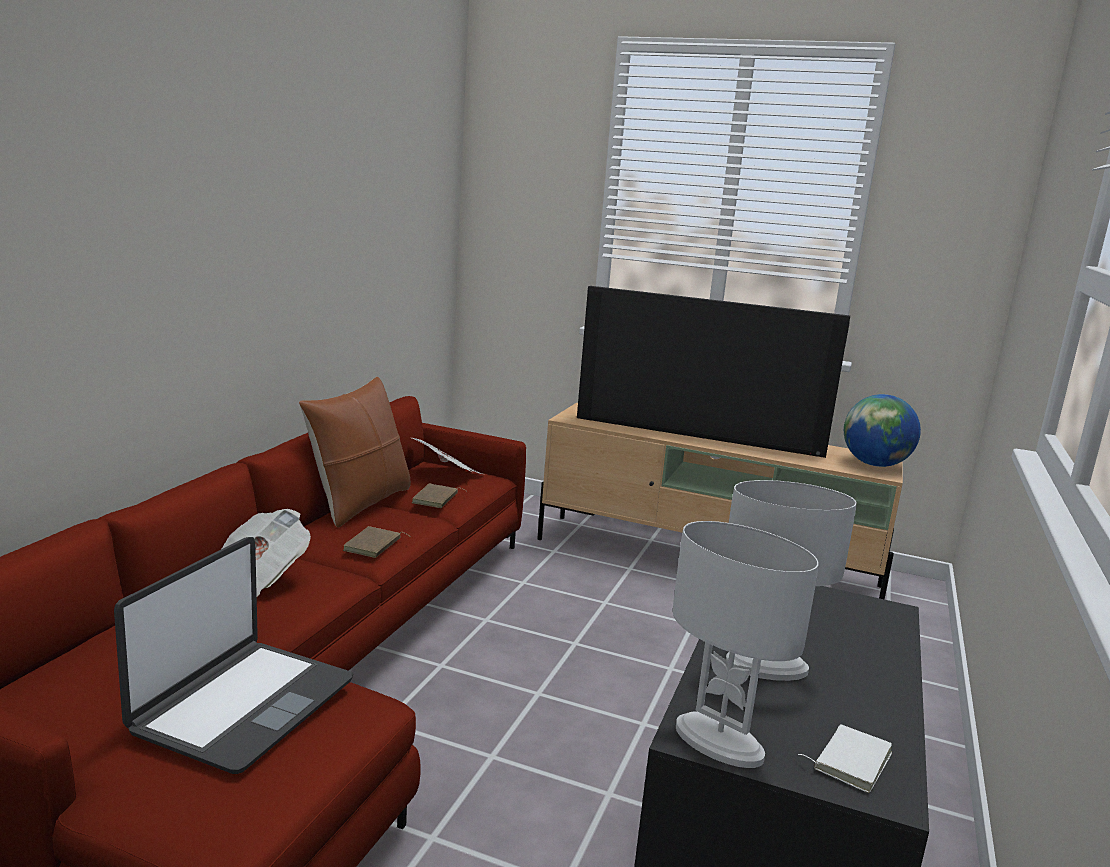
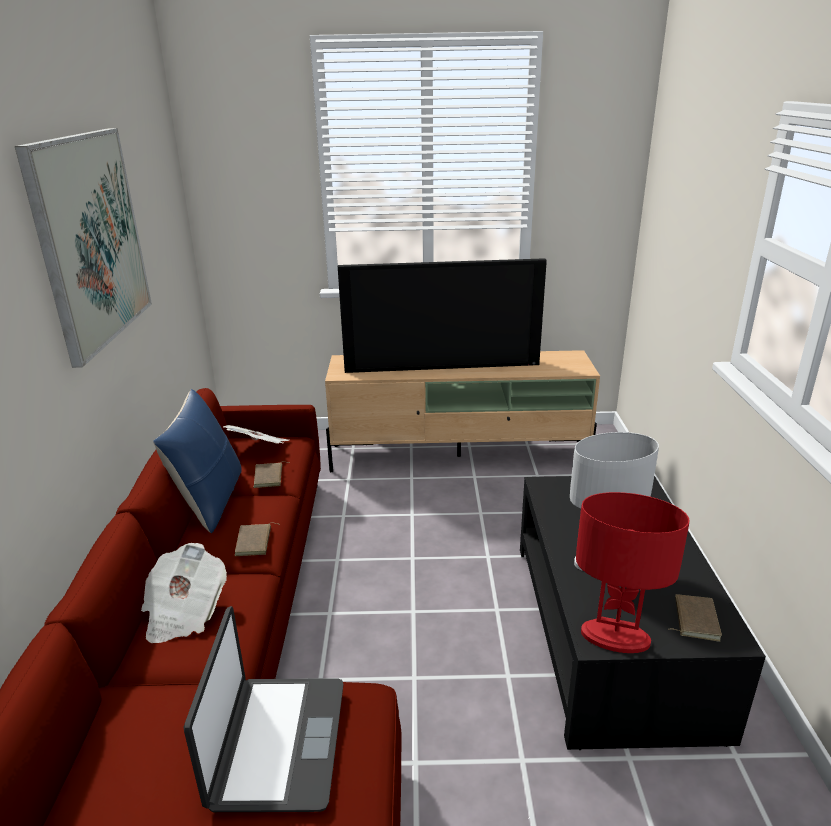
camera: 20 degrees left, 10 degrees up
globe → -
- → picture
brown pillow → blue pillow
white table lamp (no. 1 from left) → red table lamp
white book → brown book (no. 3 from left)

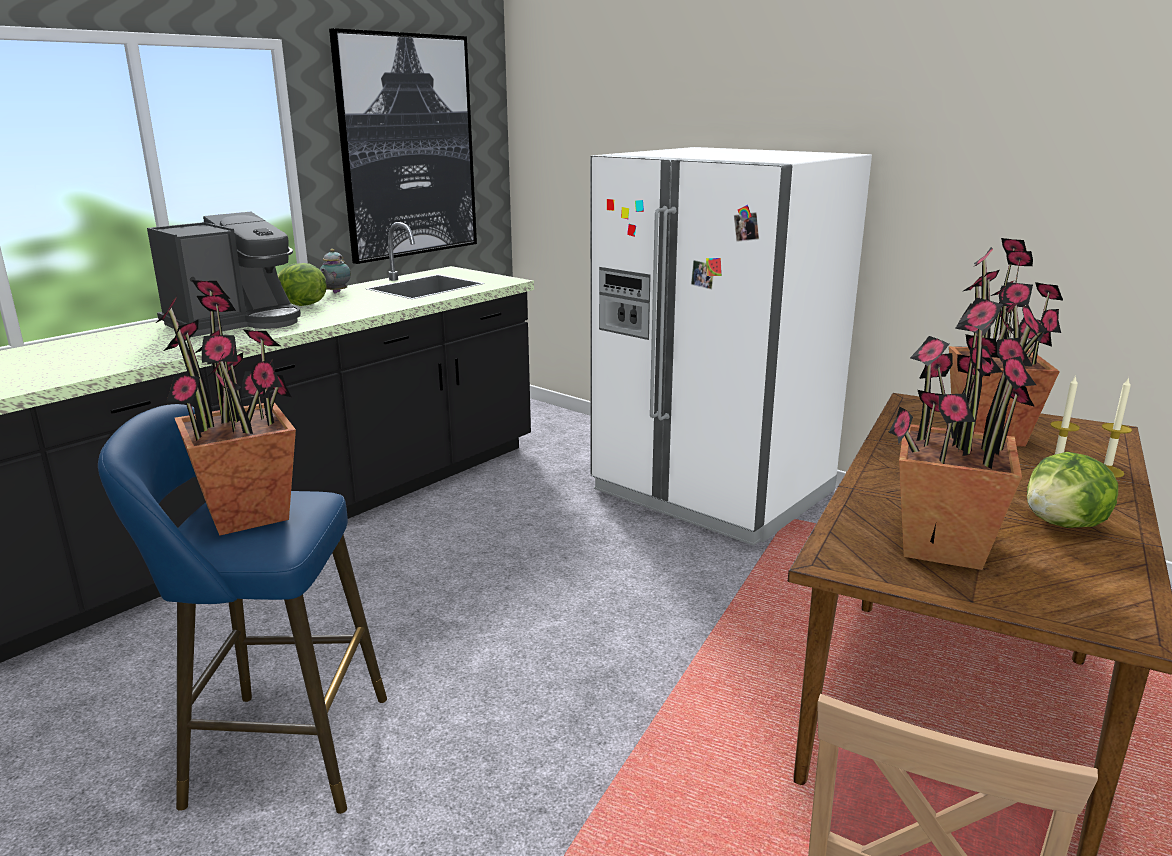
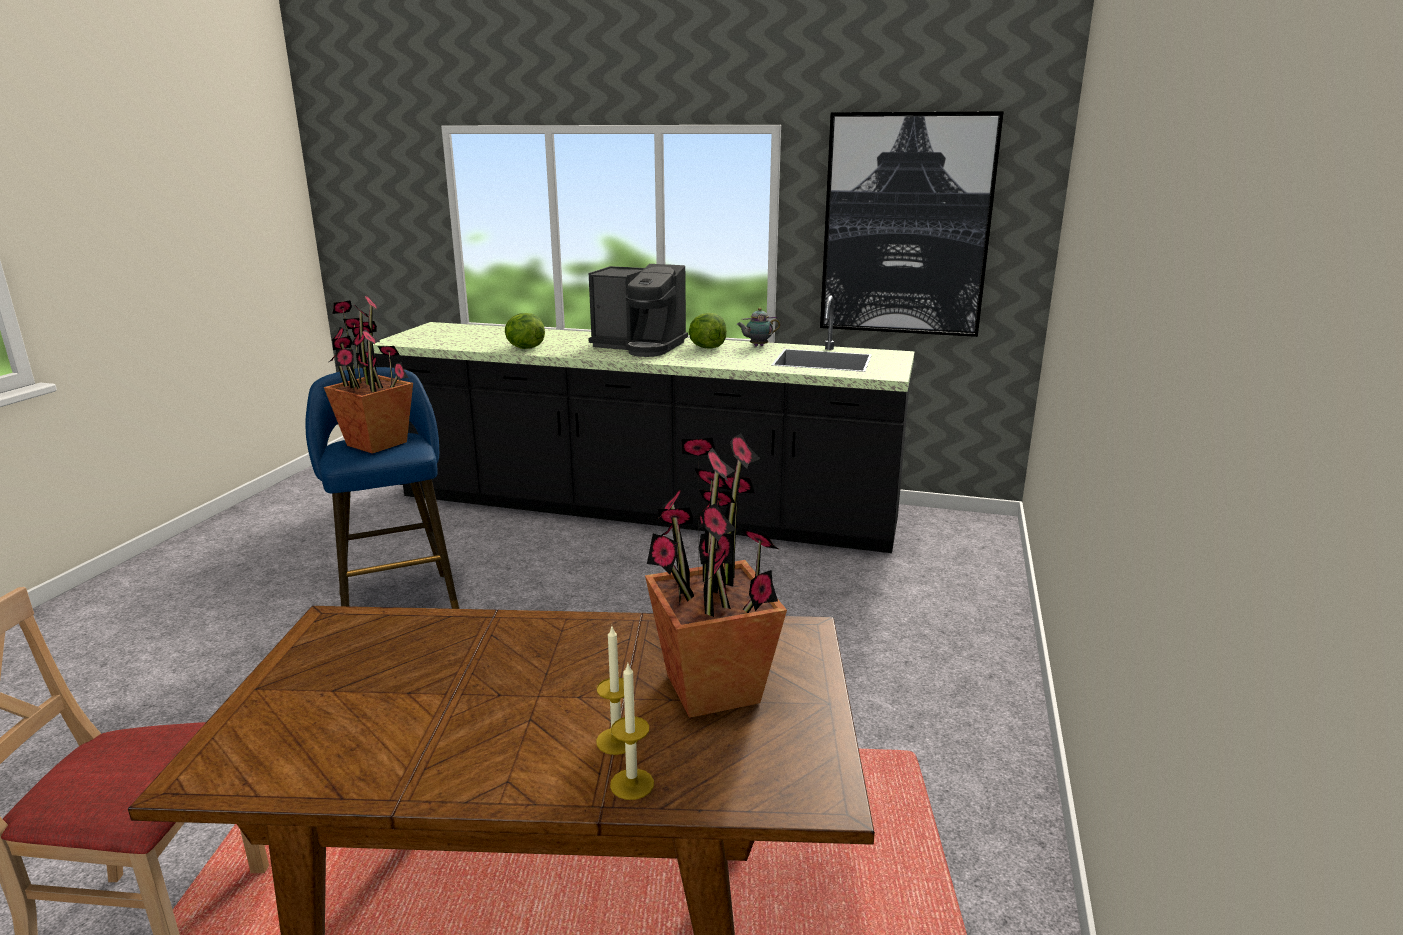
camera: 65 degrees right, 0 degrees up
white fridge → -
potted plant (no. 2 from left) → -
lettuce (no. 2 from left in the first image) → lettuce (no. 1 from left), relocated

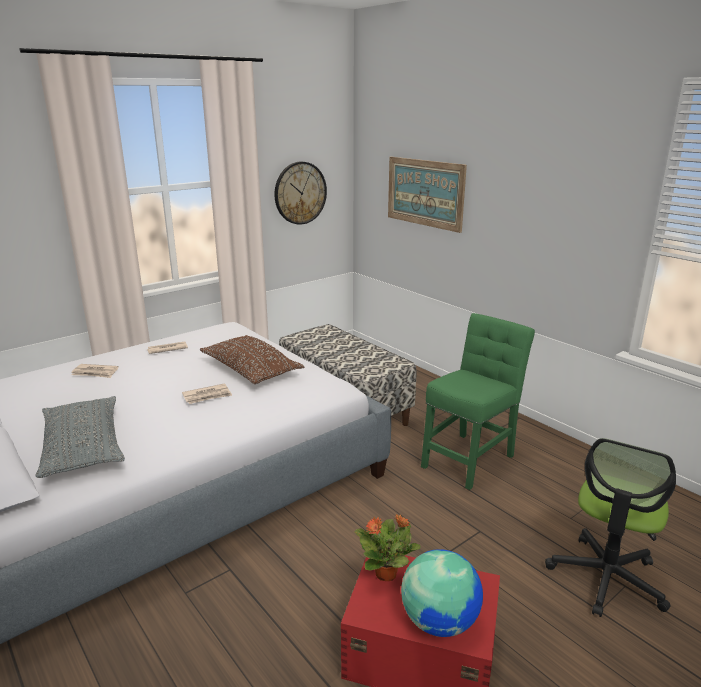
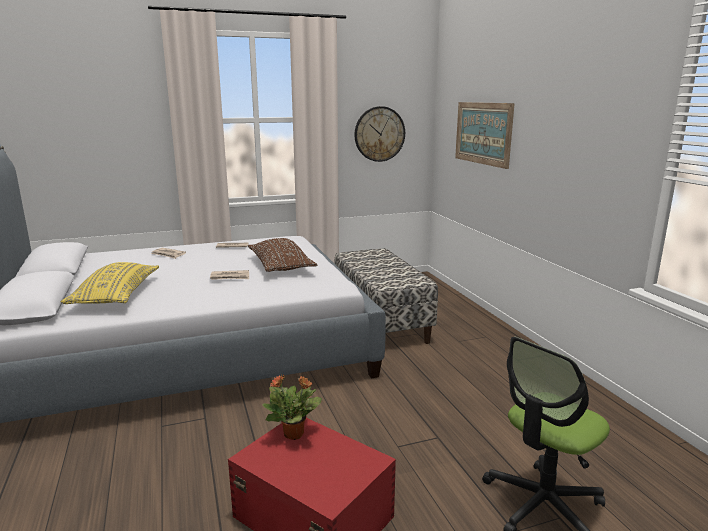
camera: 20 degrees right, 5 degrees down
globe → -
green chair → -
grey pillow → yellow pillow

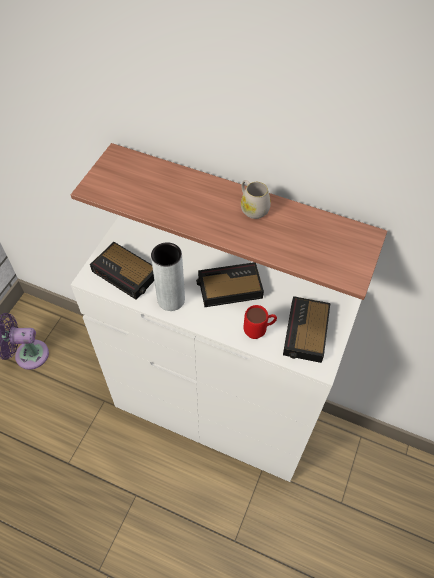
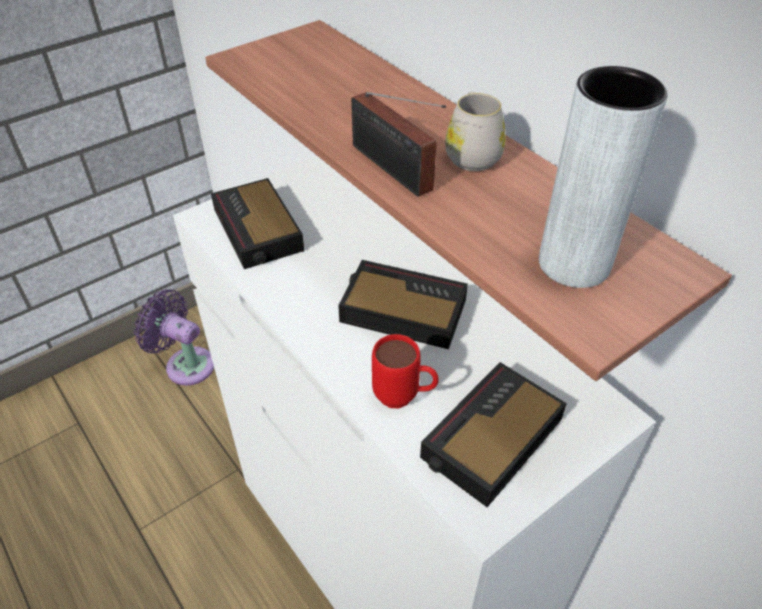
camera: 30 degrees right, 10 degrees down
- → radio
grey vase, relocated

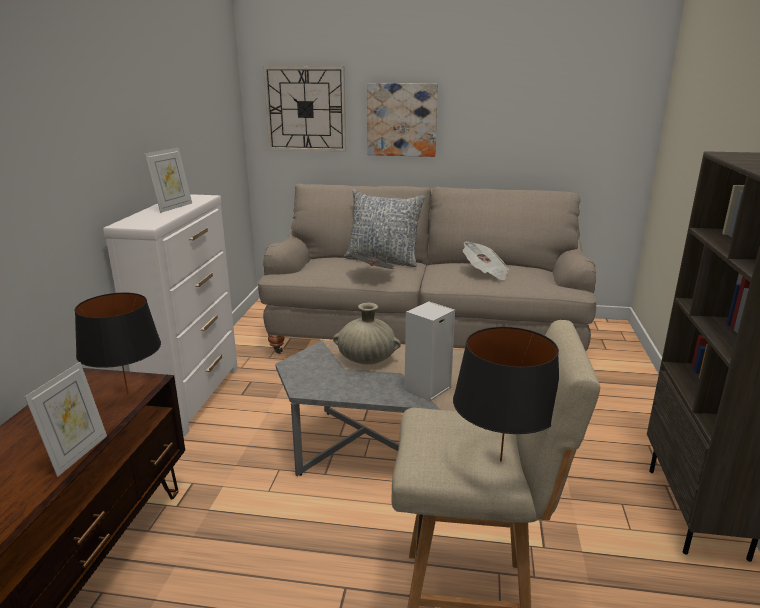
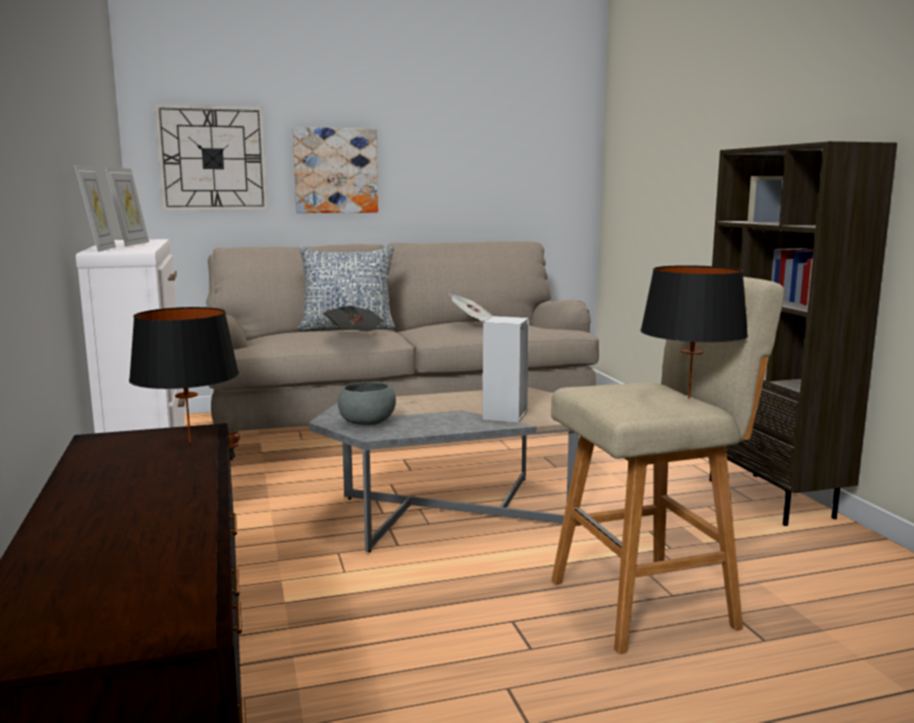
camera: 25 degrees left, 10 degrees down
beige vase → -
- → grey bowl
picture frame (no. 1 from left), relocated

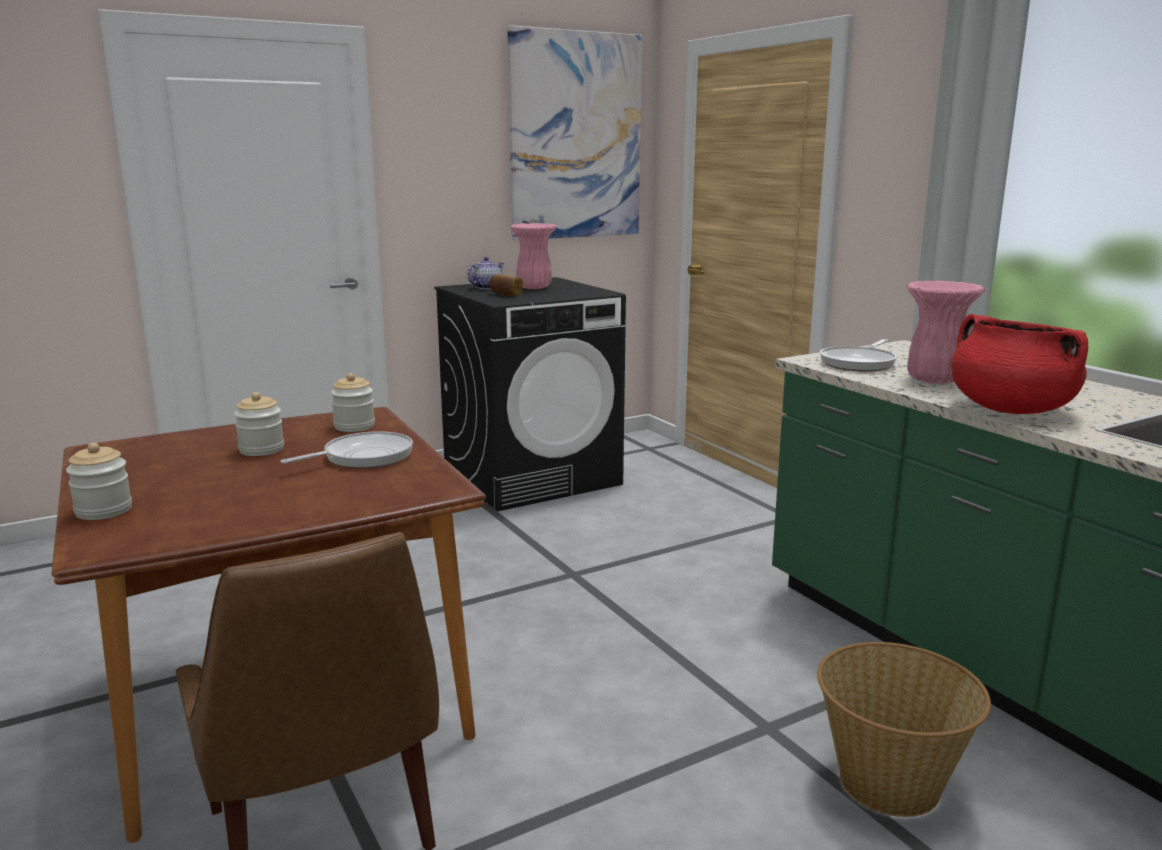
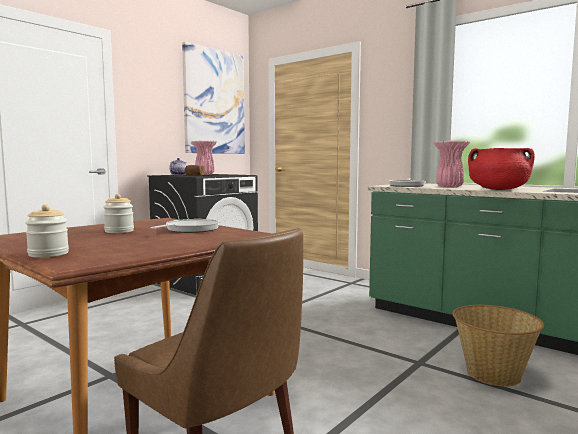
camera: 20 degrees left, 10 degrees down
jar (no. 3 from left) → -

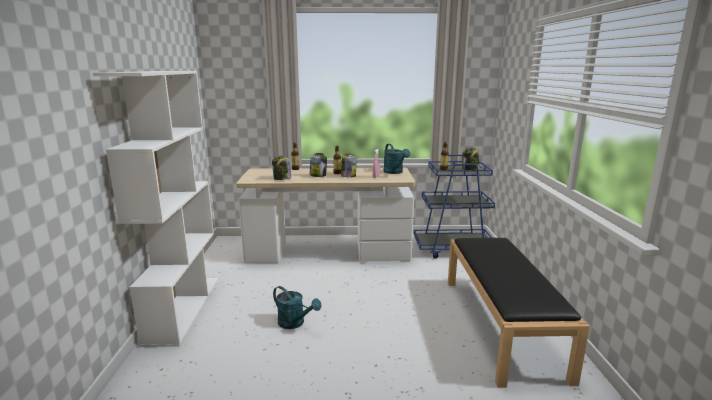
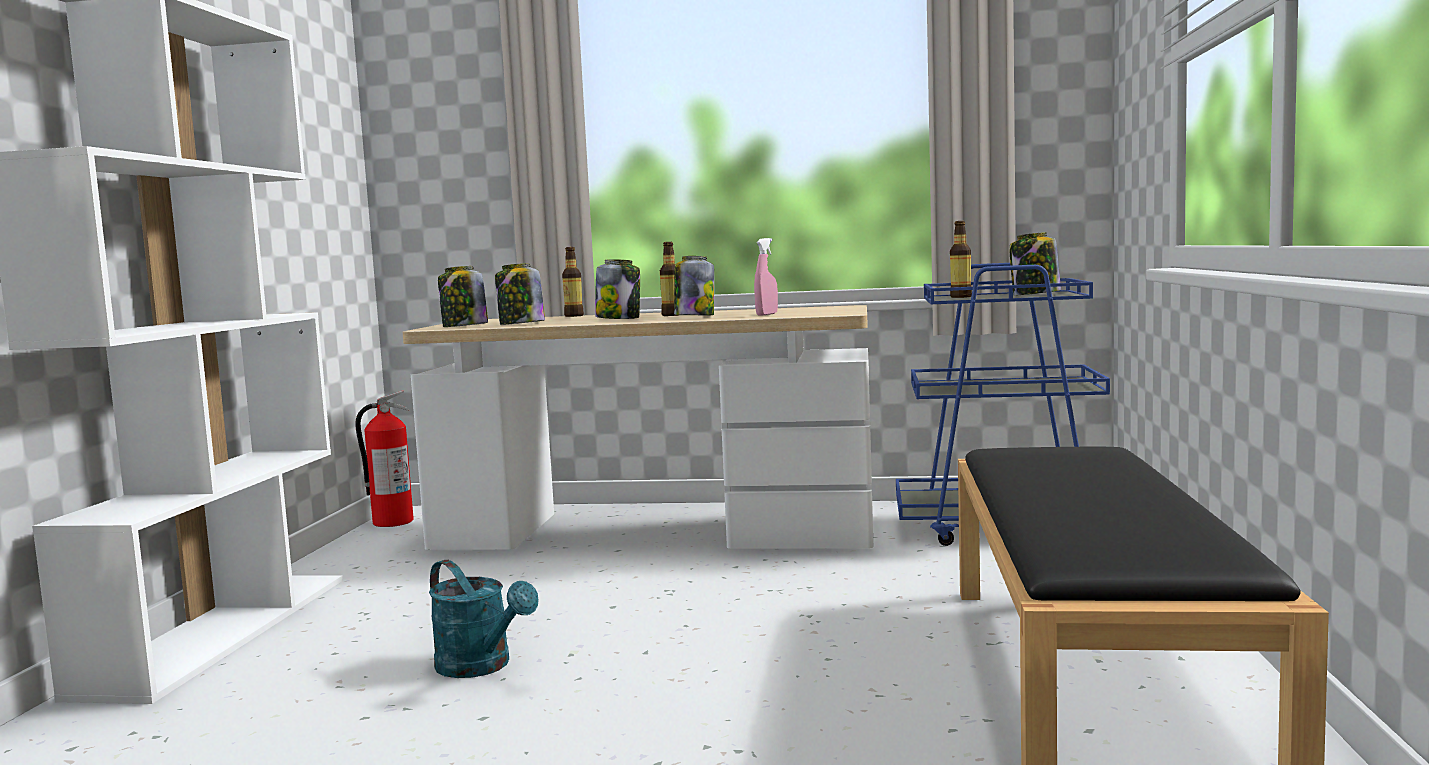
camera: 10 degrees right, 10 degrees down
turquoise watering can (no. 2 from left) → -
- → fire extinguisher
- → jar (no. 1 from left)

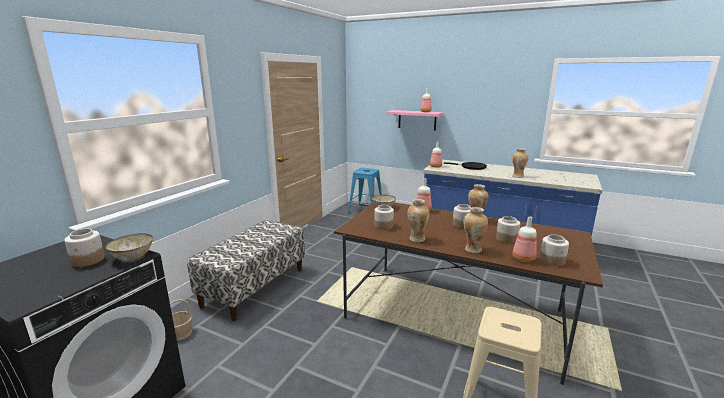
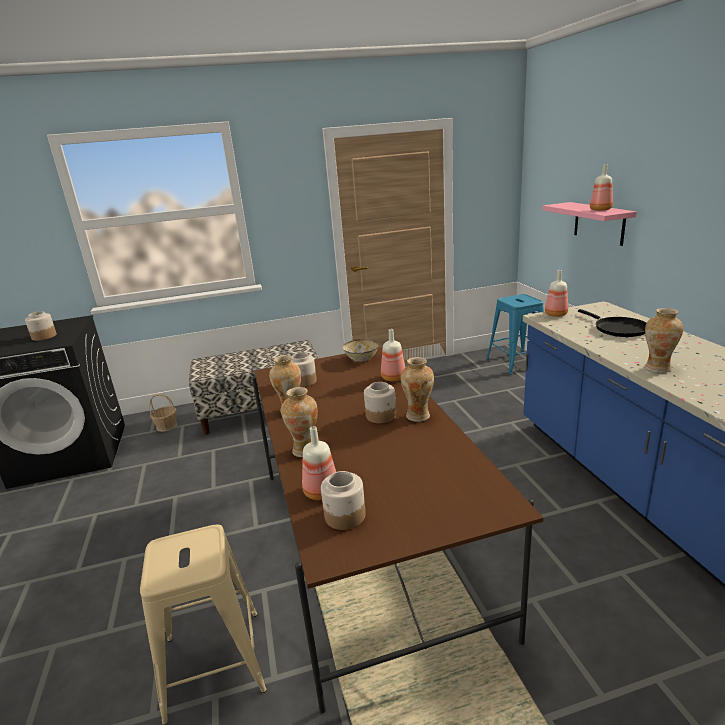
camera: 50 degrees right, 5 degrees up
bowl (no. 1 from left) → -
jar (no. 4 from left) → -

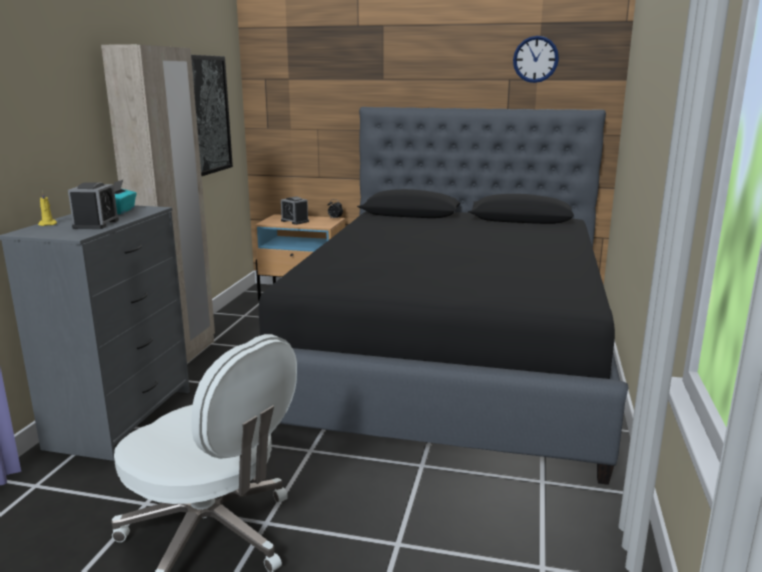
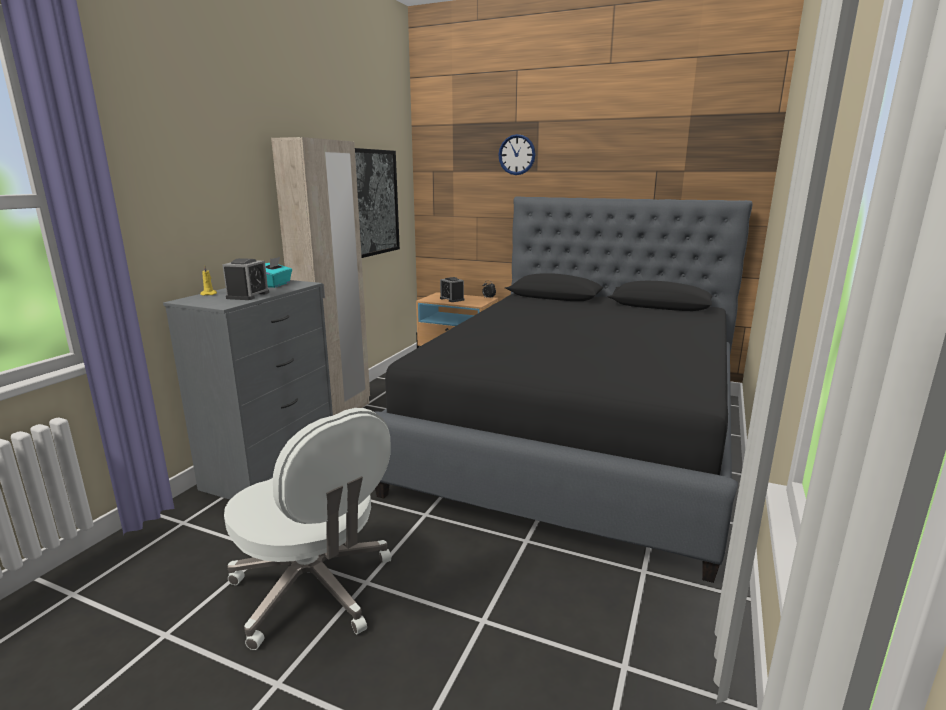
camera: 10 degrees right, 0 degrees up
wall clock, relocated

